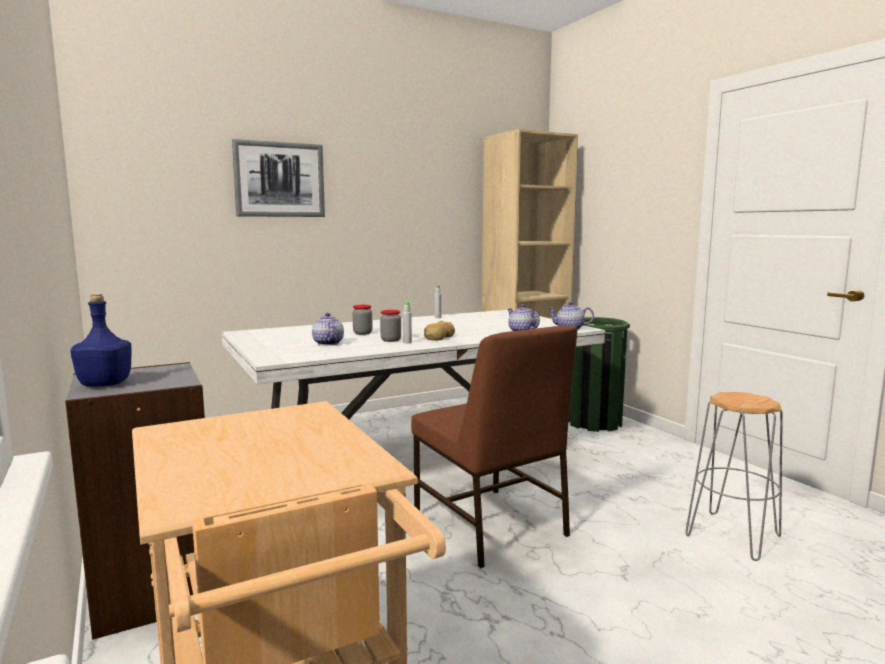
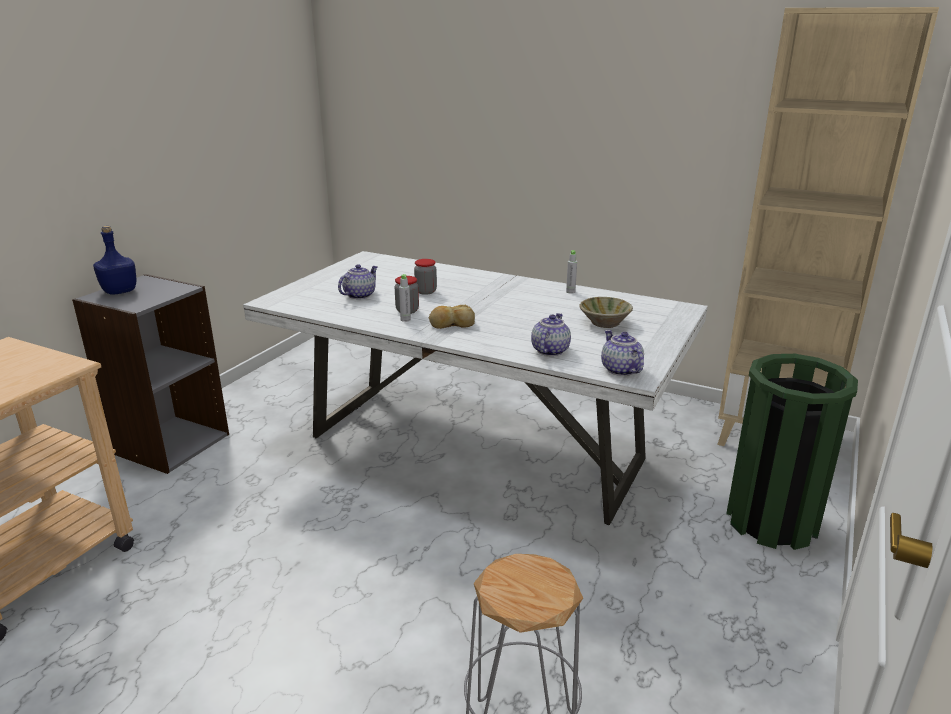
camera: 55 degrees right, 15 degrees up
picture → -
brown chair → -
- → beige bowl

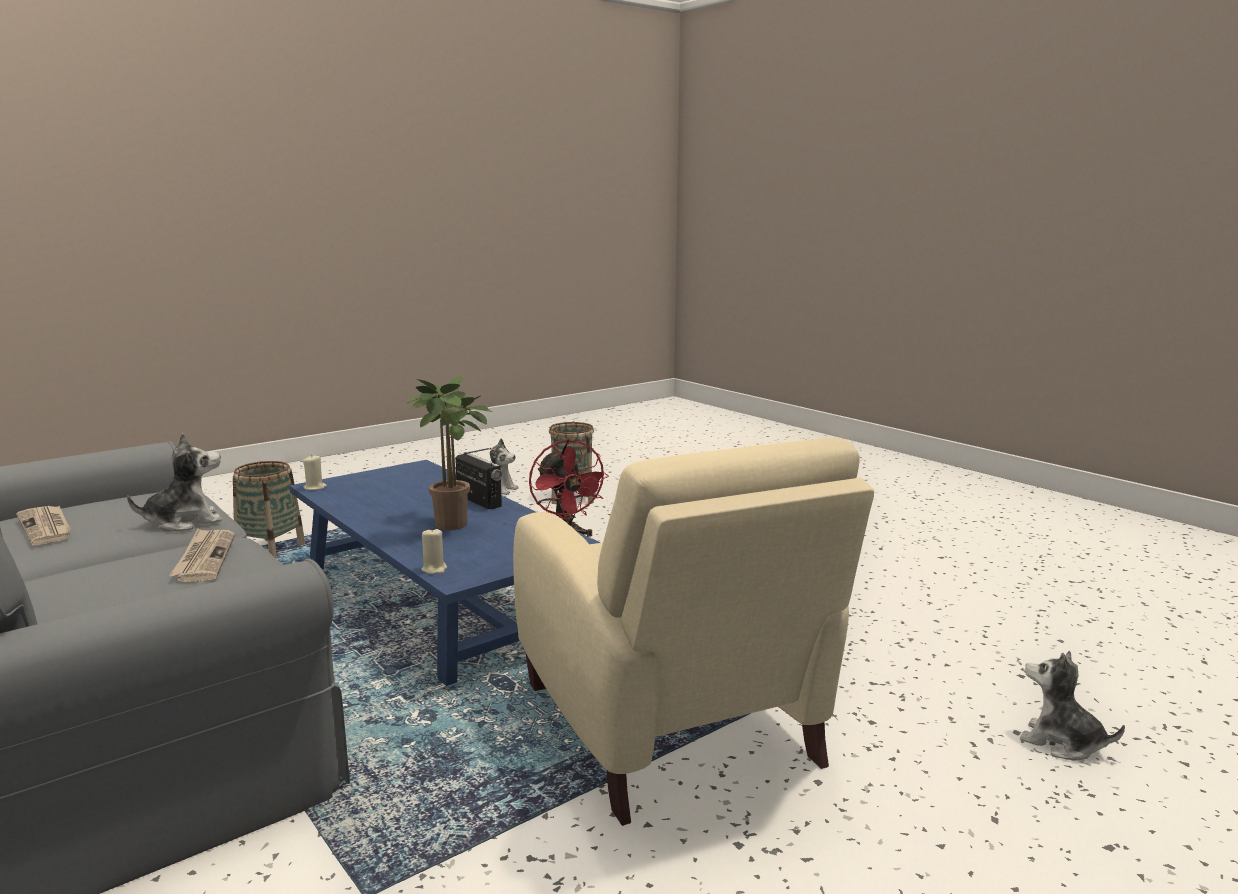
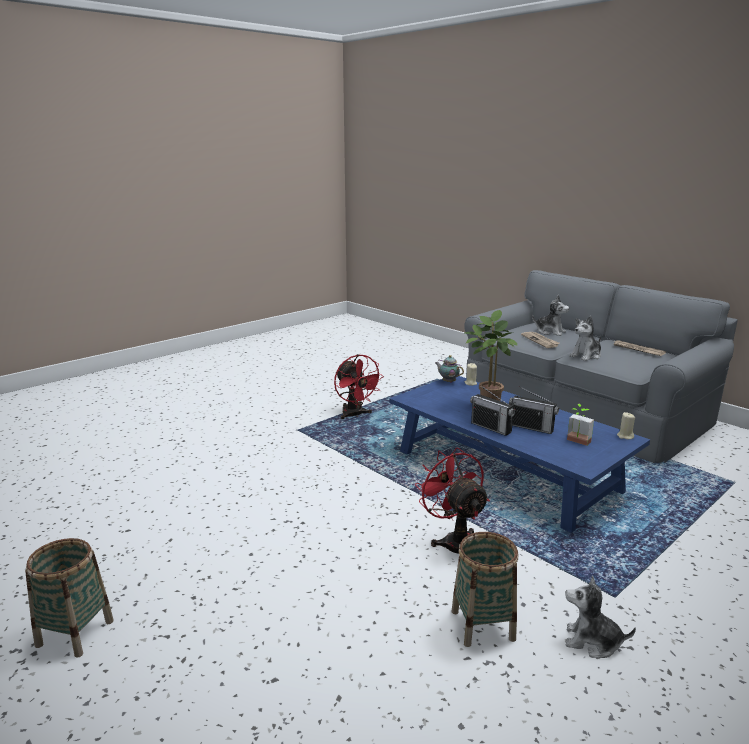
camera: 175 degrees right, 5 degrees up
- → teapot
- → radio (no. 2 from left)
- → potted plant (no. 2 from left)
basket (no. 1 from left), relocated
plush toy (no. 3 from left in the first image) → plush toy (no. 1 from left), relocated
beige armchair → red fan (no. 1 from left)

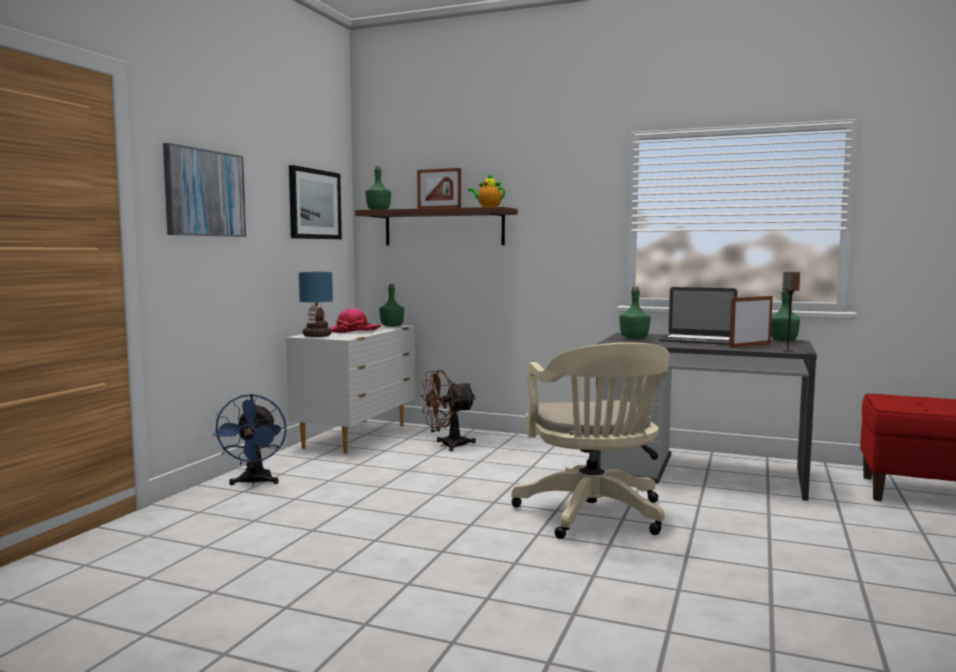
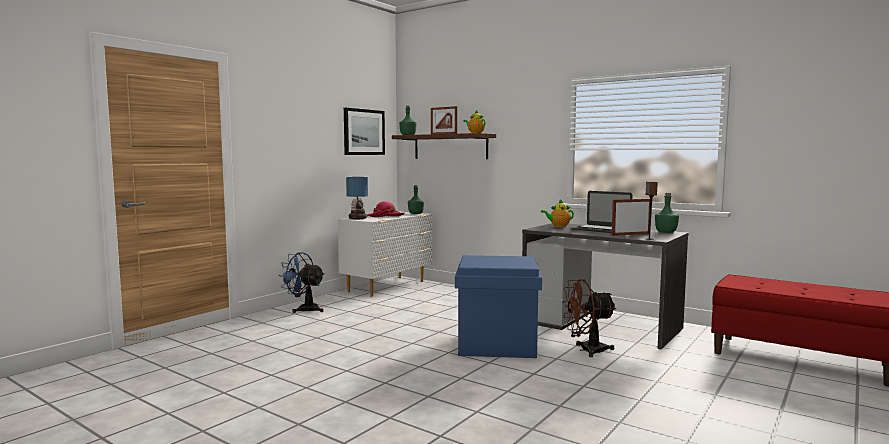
camera: 15 degrees right, 0 degrees up
picture (no. 1 from left) → -
brown fan, relocated
beige office chair → blue storage box
green bottle (no. 3 from left) → teapot (no. 2 from left)
blue fan, 105 degrees clockwise

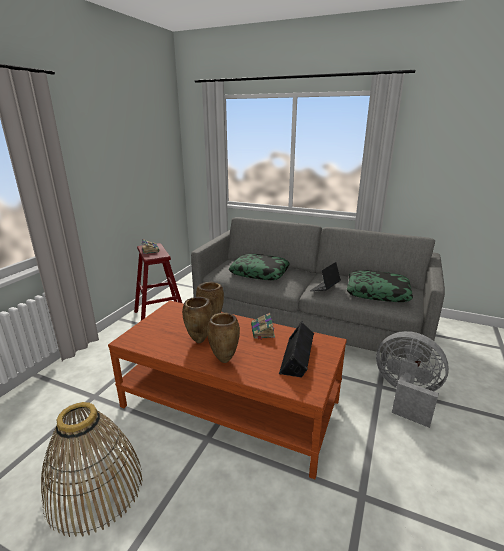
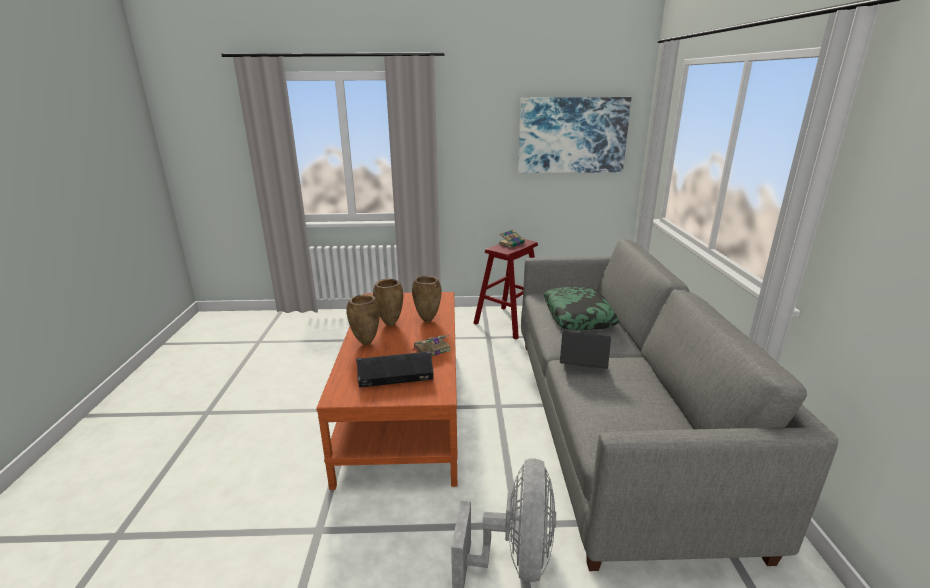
camera: 65 degrees right, 0 degrees up
basket → -
pillow (no. 2 from left) → -
- → picture

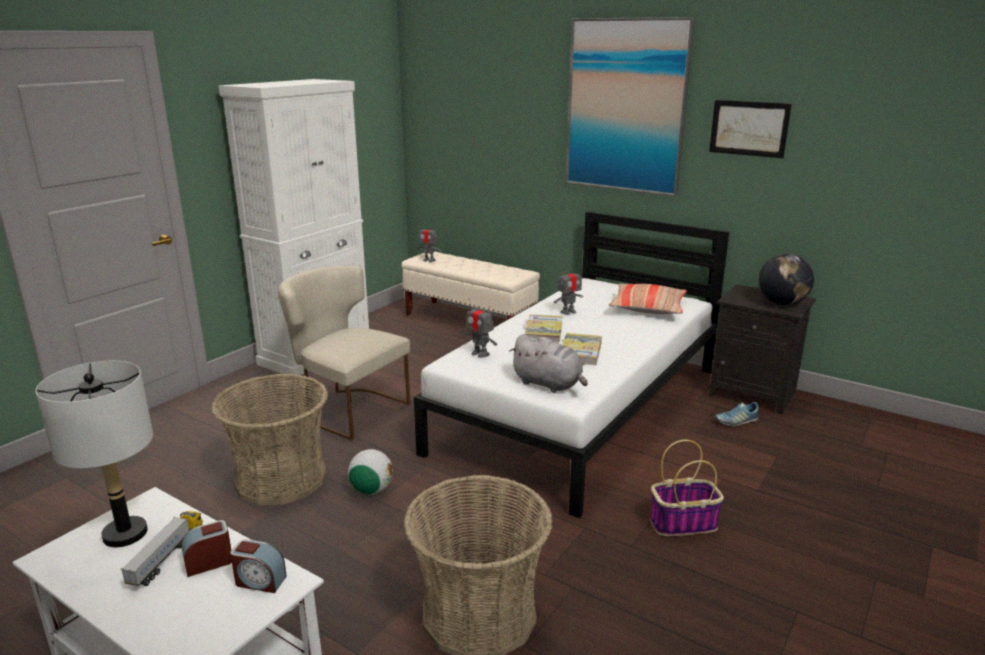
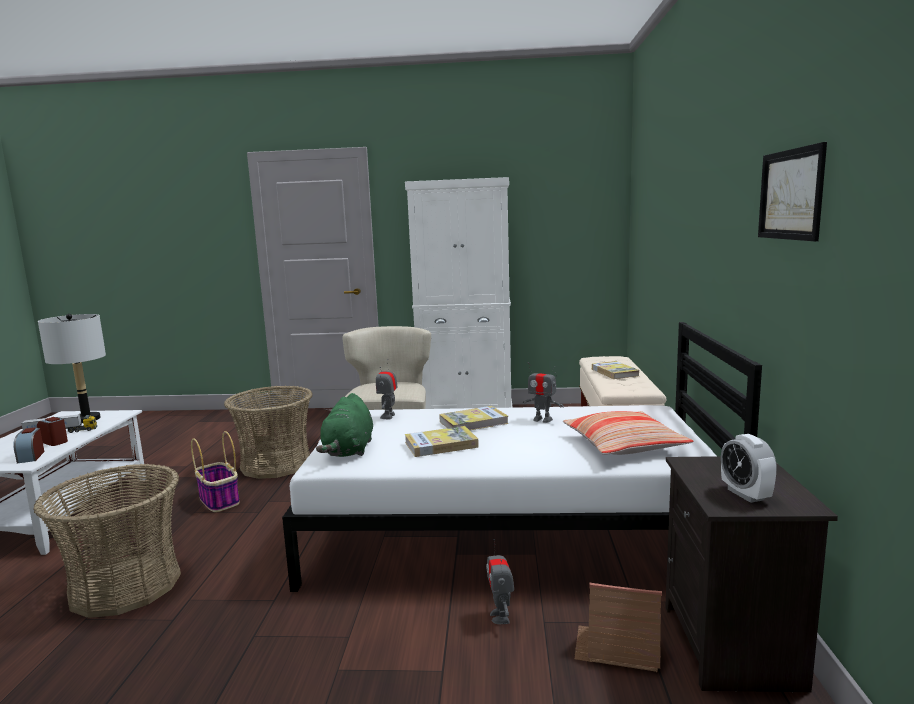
camera: 60 degrees right, 10 degrees down
football → -
picture (no. 1 from left) → -
- → book (no. 3 from left)
toy robot (no. 1 from left in the first image) → toy robot (no. 2 from left), relocated
basket (no. 3 from left in the first image) → basket (no. 2 from left), relocated
shoe → toy house
globe → alarm clock (no. 3 from left)
grey plush toy → green plush toy

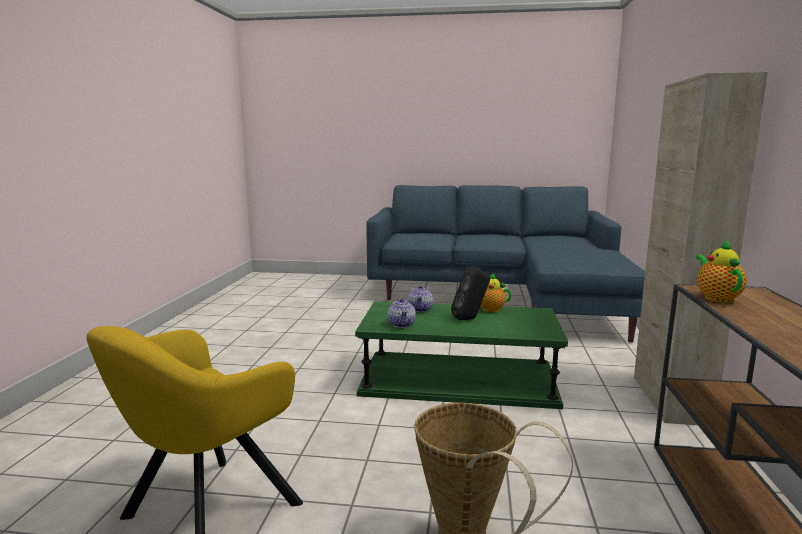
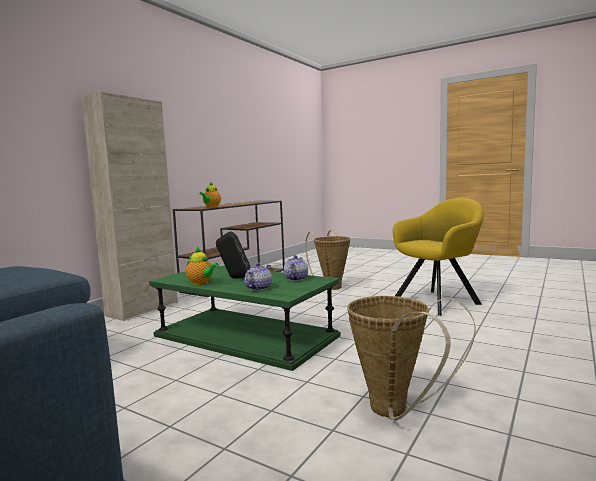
camera: 155 degrees left, 5 degrees down
- → basket (no. 2 from left)

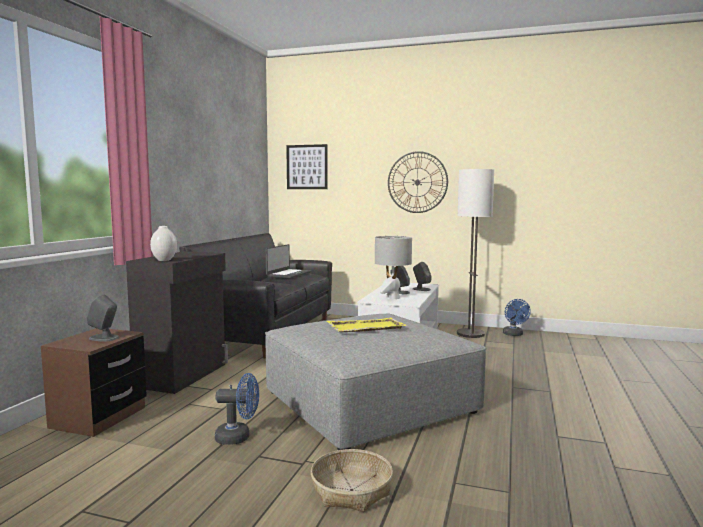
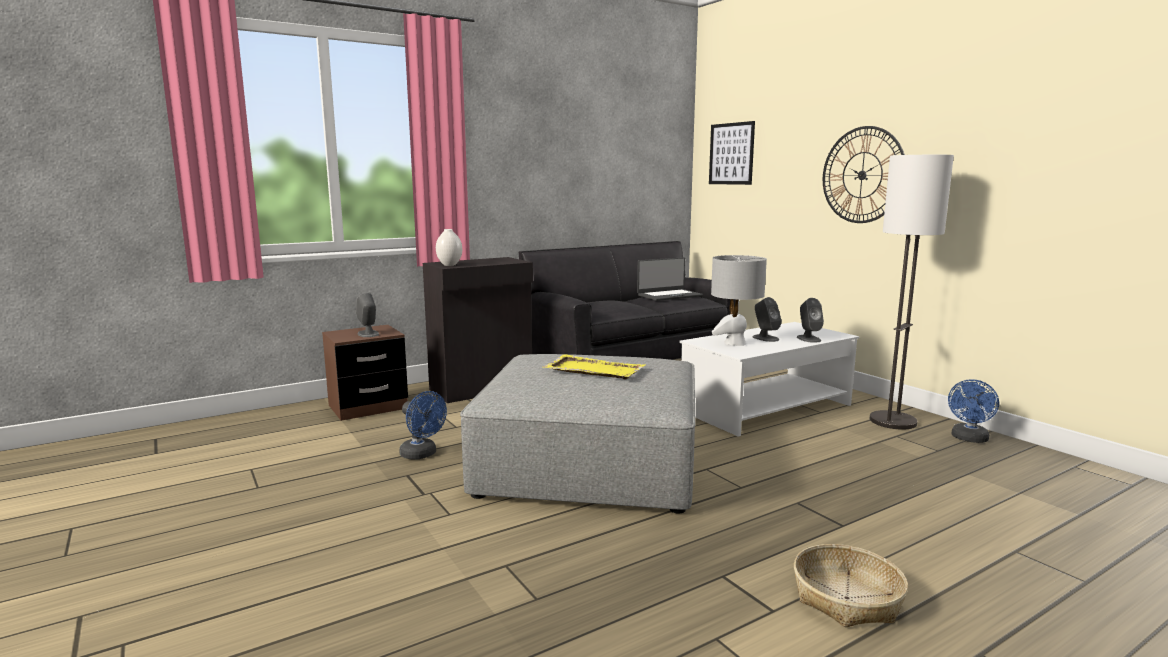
camera: 40 degrees right, 5 degrees up
basket, relocated

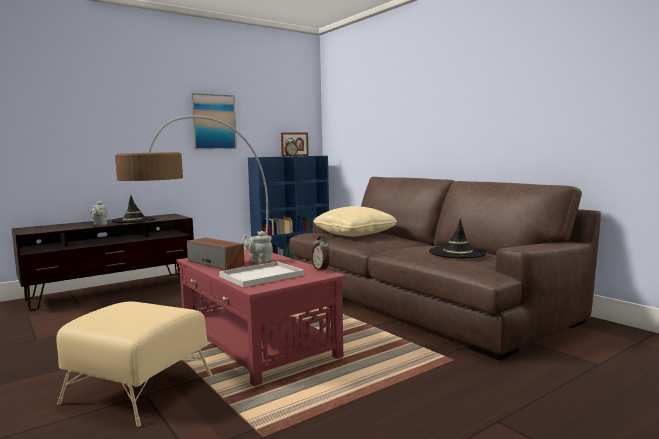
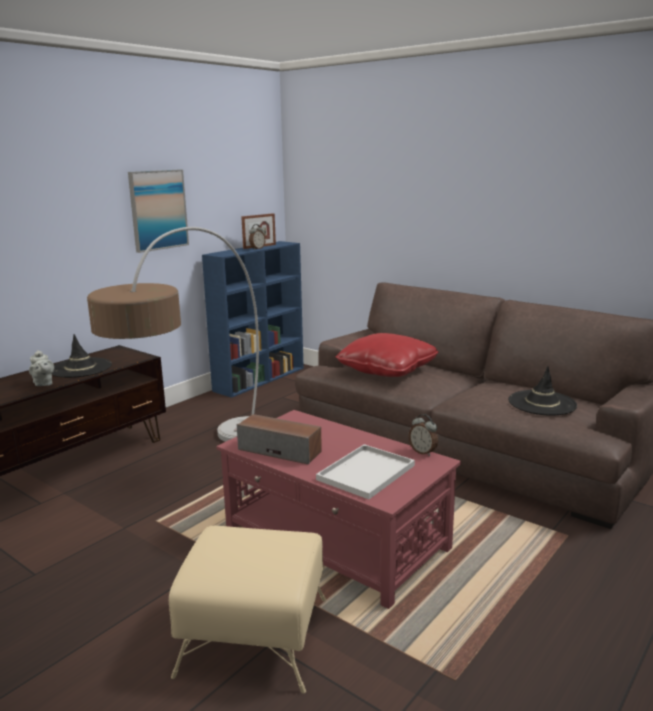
camera: 15 degrees left, 10 degrees up
grey teapot (no. 2 from left) → -
beige pillow → red pillow

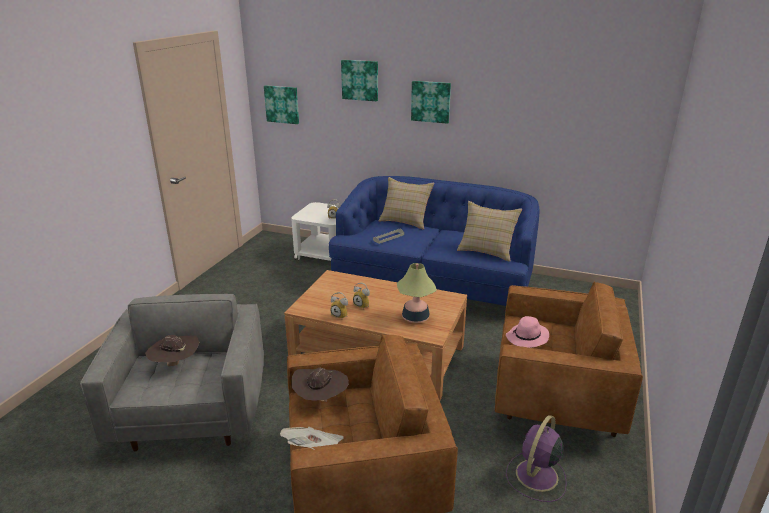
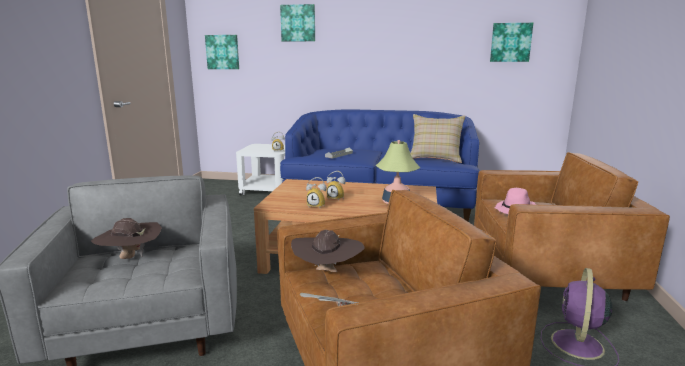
camera: 10 degrees left, 10 degrees down
beige pillow (no. 1 from left) → -
picture (no. 3 from left), relocated

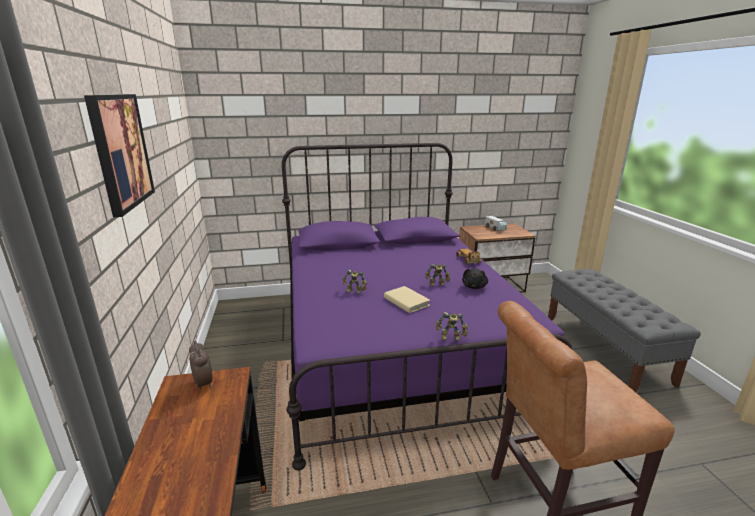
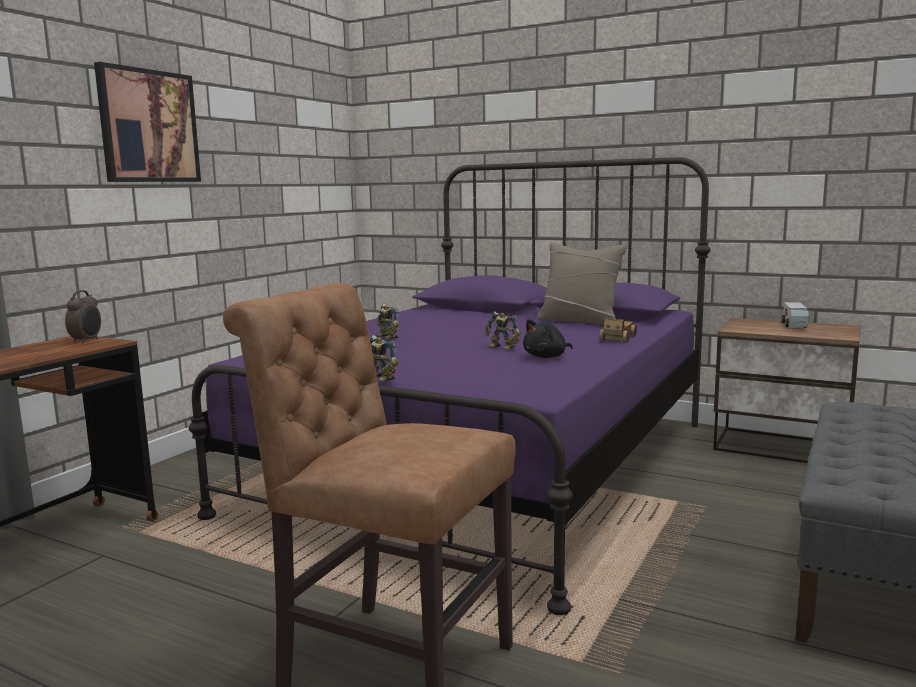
camera: 40 degrees right, 10 degrees down
beige book → -
- → beige pillow

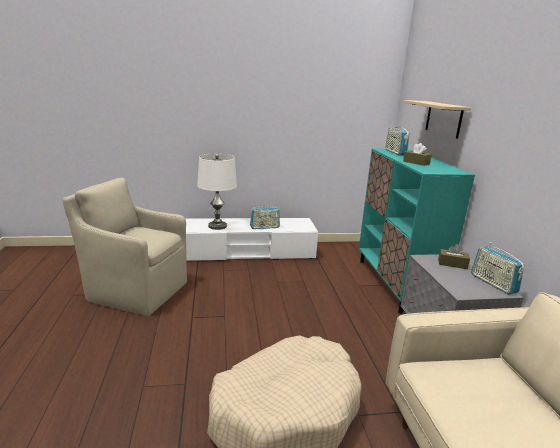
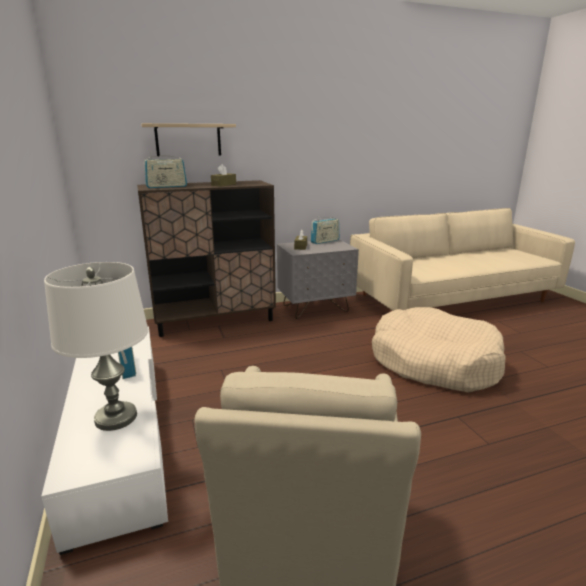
camera: 100 degrees left, 0 degrees up
turquoise cabinet → brown cabinet

